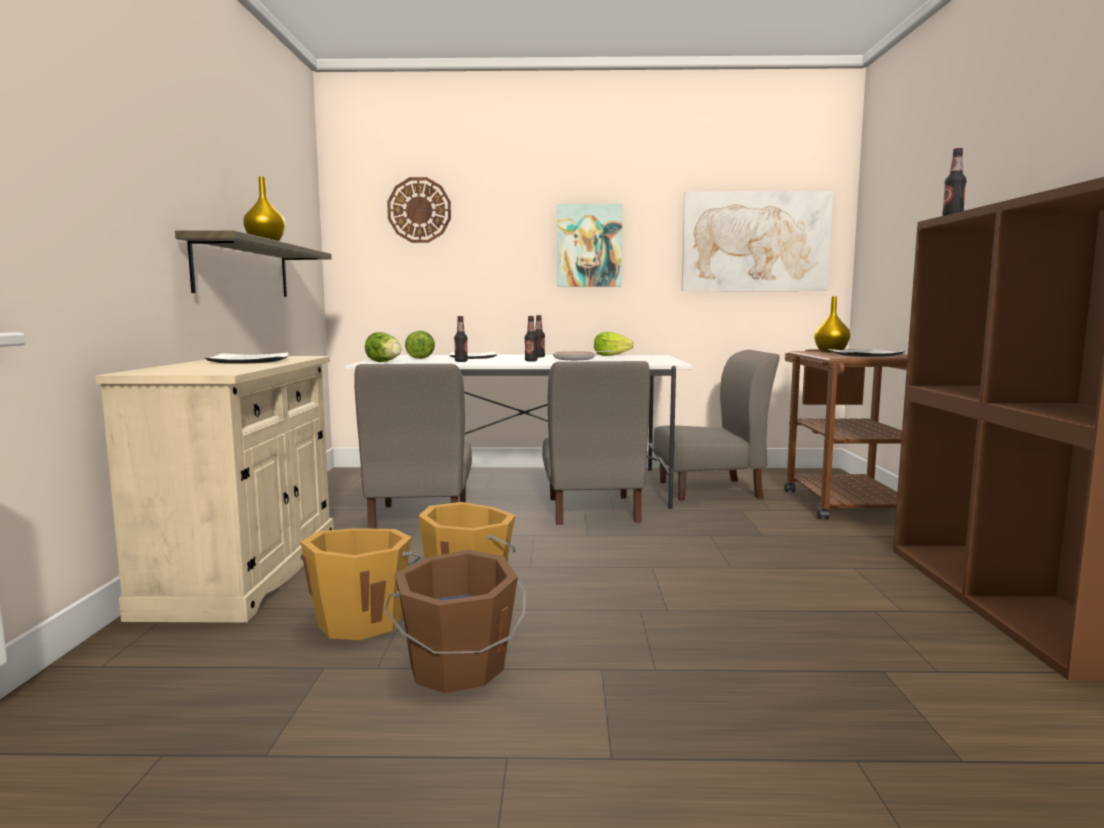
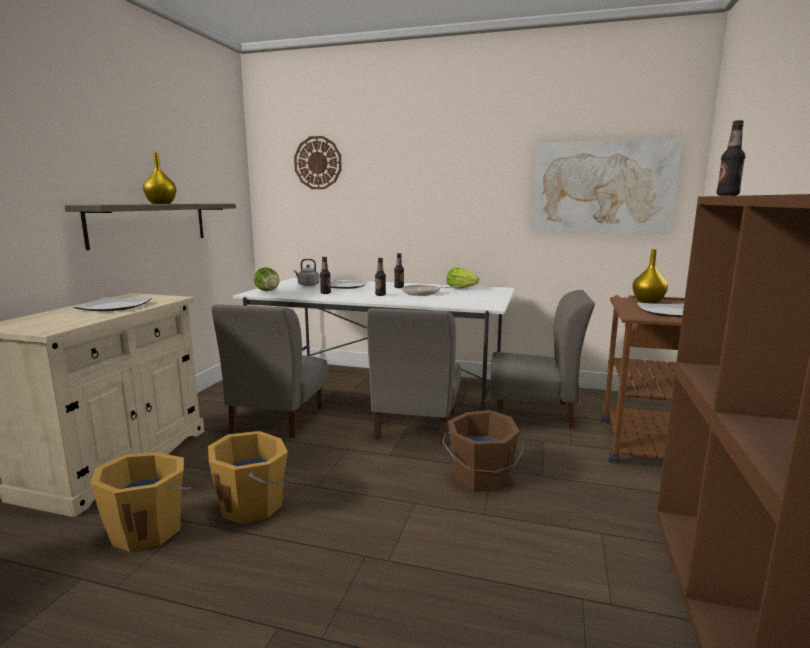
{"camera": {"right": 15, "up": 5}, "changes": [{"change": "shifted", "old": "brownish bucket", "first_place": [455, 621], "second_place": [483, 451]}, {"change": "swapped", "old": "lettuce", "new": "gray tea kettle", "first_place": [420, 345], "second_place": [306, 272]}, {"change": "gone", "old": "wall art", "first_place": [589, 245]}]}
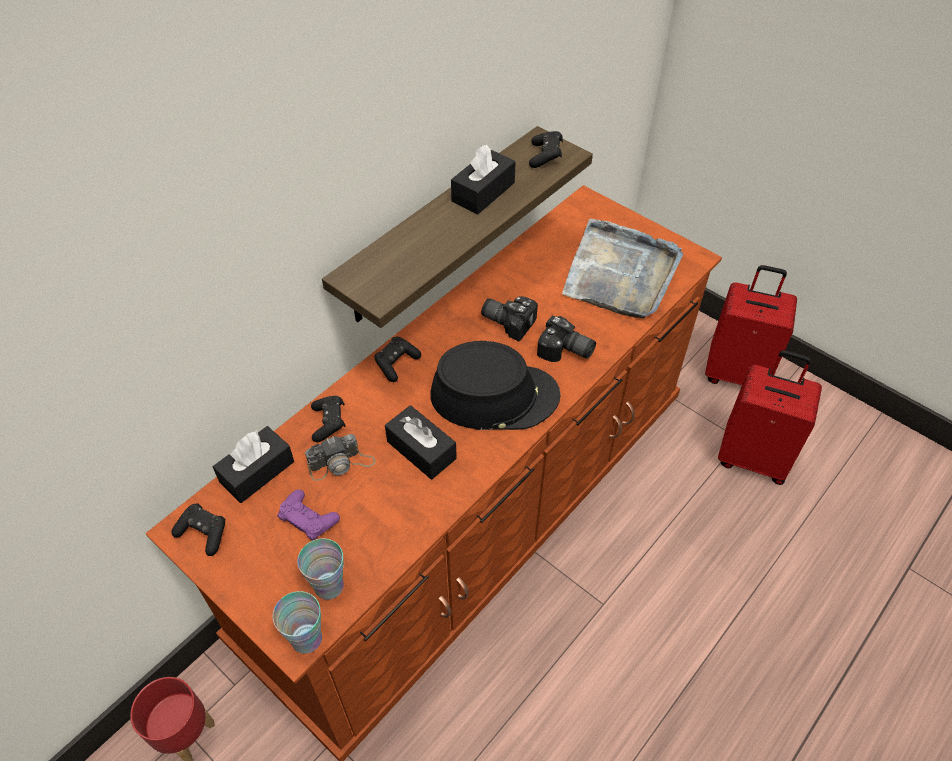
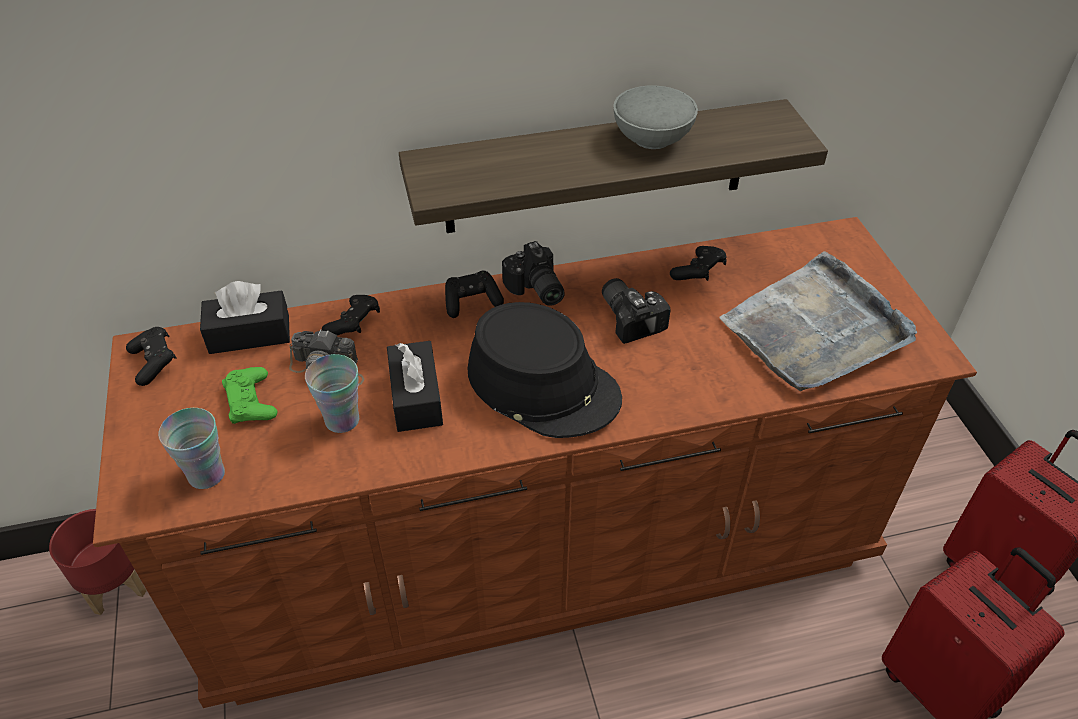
{"camera": {"right": 35, "up": -5}, "changes": [{"change": "shifted", "old": "small cup", "first_place": [297, 622], "second_place": [332, 393]}, {"change": "repainted", "old": "purplish joypad", "new": "green joypad", "first_place": [308, 515], "second_place": [250, 395]}, {"change": "swapped", "old": "black box of tissues", "new": "gray deep dish", "first_place": [483, 179], "second_place": [655, 117]}, {"change": "shifted", "old": "black joypad", "first_place": [546, 149], "second_place": [698, 263]}, {"change": "shifted", "old": "photo camera", "first_place": [566, 339], "second_place": [533, 273]}]}
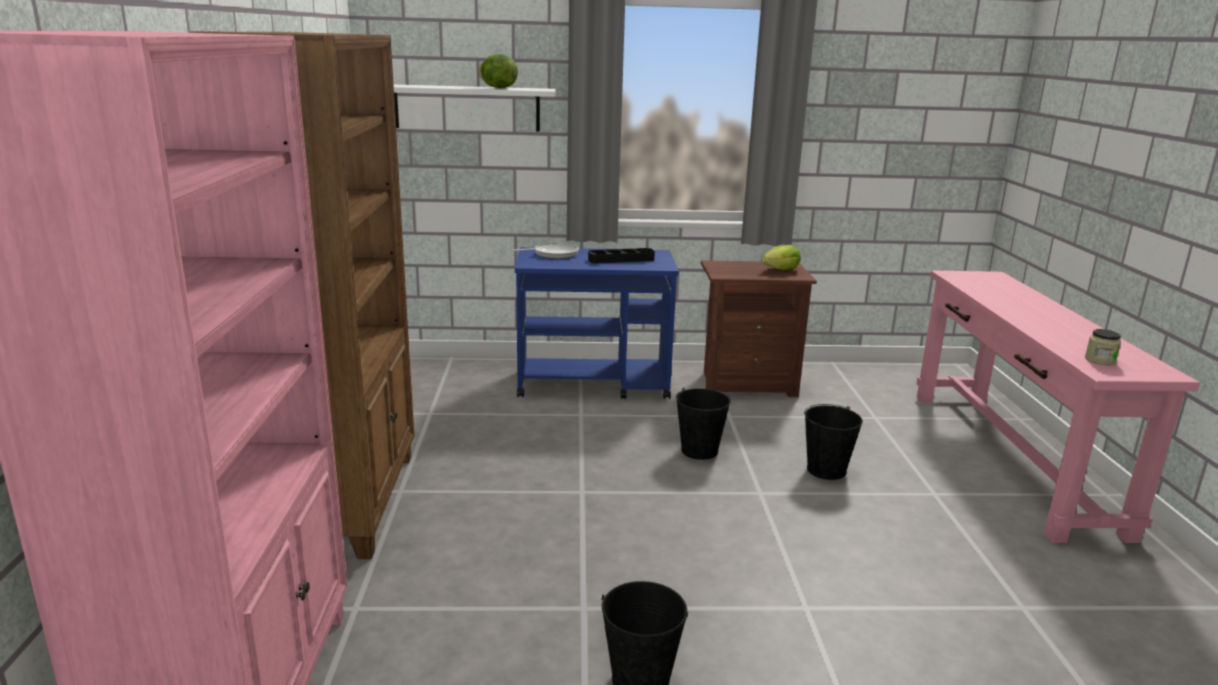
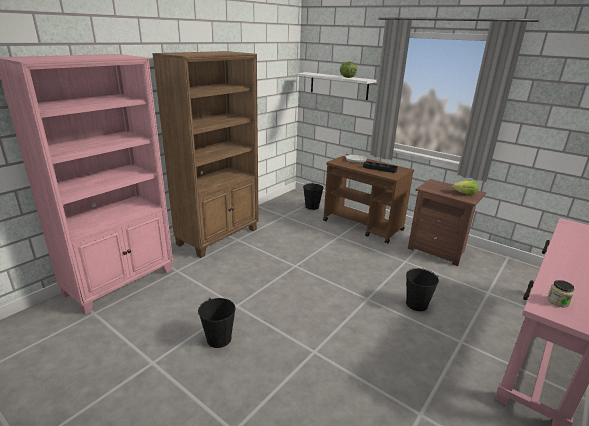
{"camera": {"right": 40, "up": 5}, "changes": [{"change": "repainted", "old": "bluish wheeled cart", "new": "brownish wheeled cart", "first_place": [597, 323], "second_place": [368, 199]}, {"change": "shifted", "old": "black bucket", "first_place": [703, 424], "second_place": [313, 196]}]}
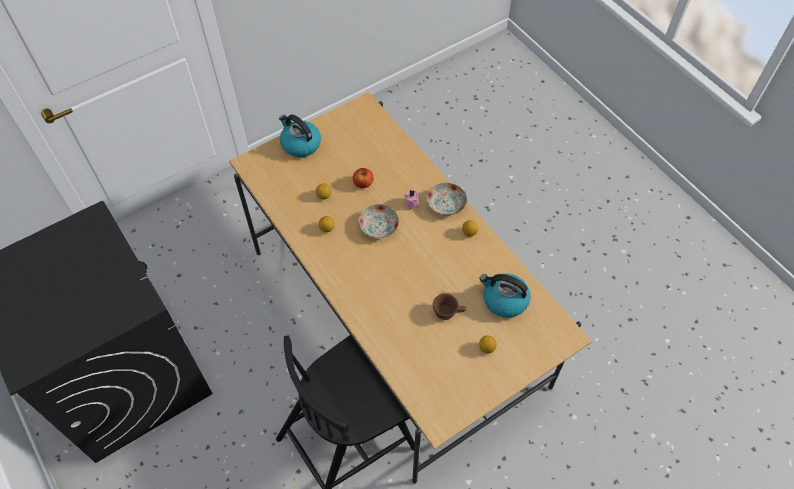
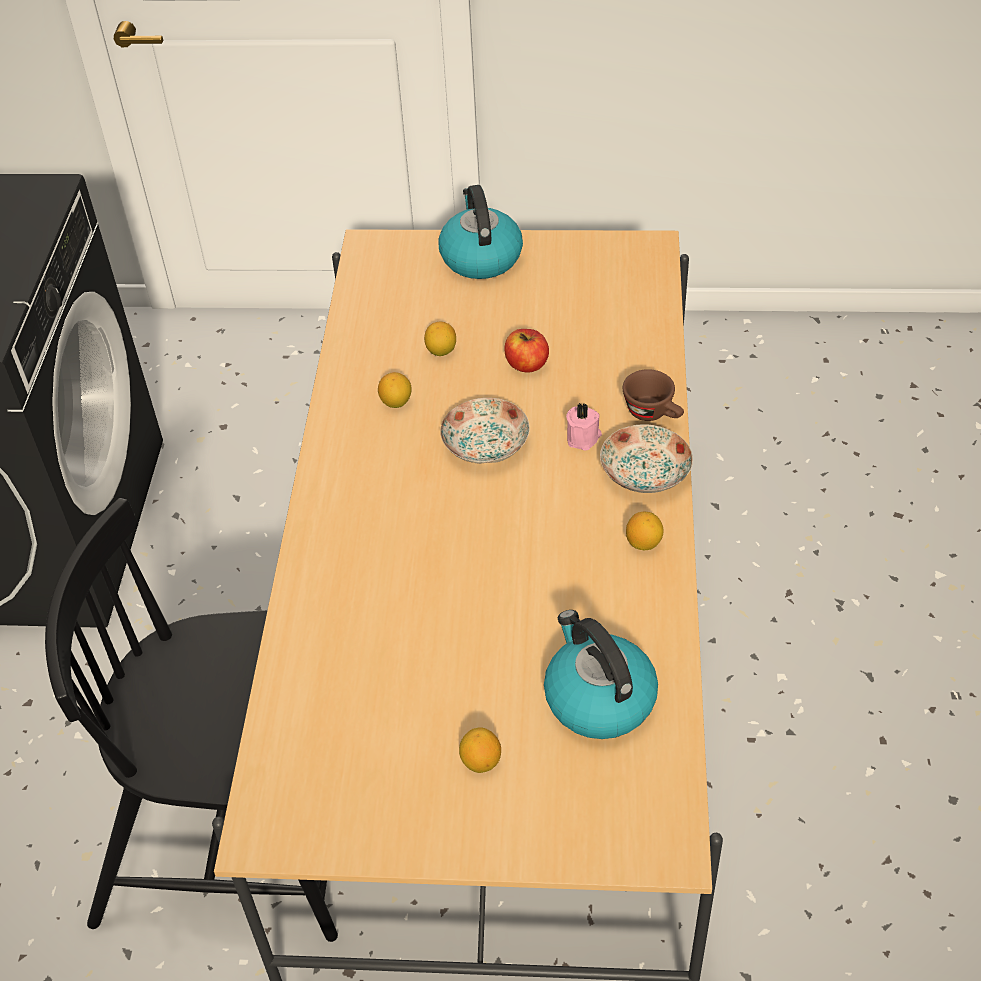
{"camera": {"right": 40, "up": -10}, "changes": [{"change": "shifted", "old": "brownish small cup", "first_place": [449, 307], "second_place": [653, 395]}]}
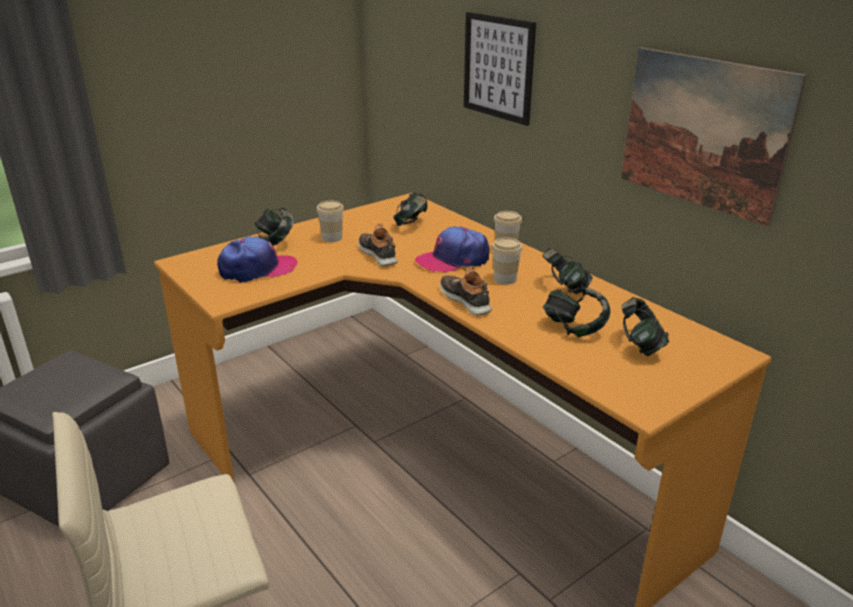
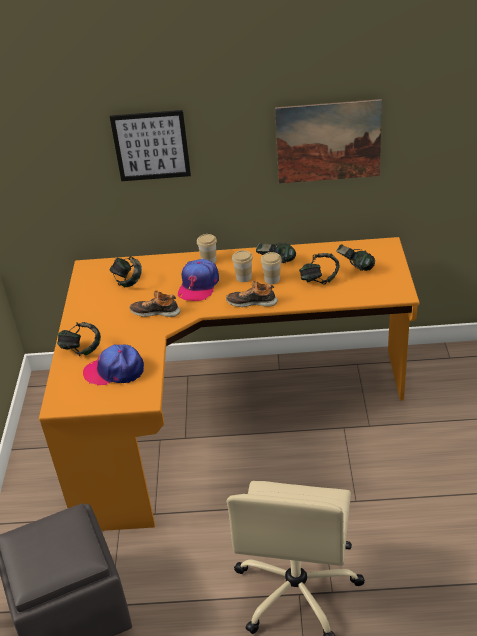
{"camera": {"right": -50, "up": 10}, "changes": [{"change": "rotated", "old": "peaked cap", "first_place": [257, 259], "second_place": [113, 365], "degrees": -105}, {"change": "shifted", "old": "small cup", "first_place": [330, 221], "second_place": [271, 268]}]}
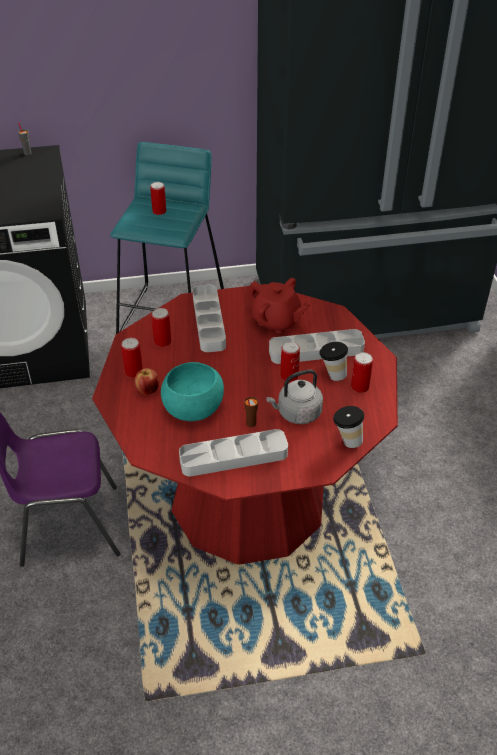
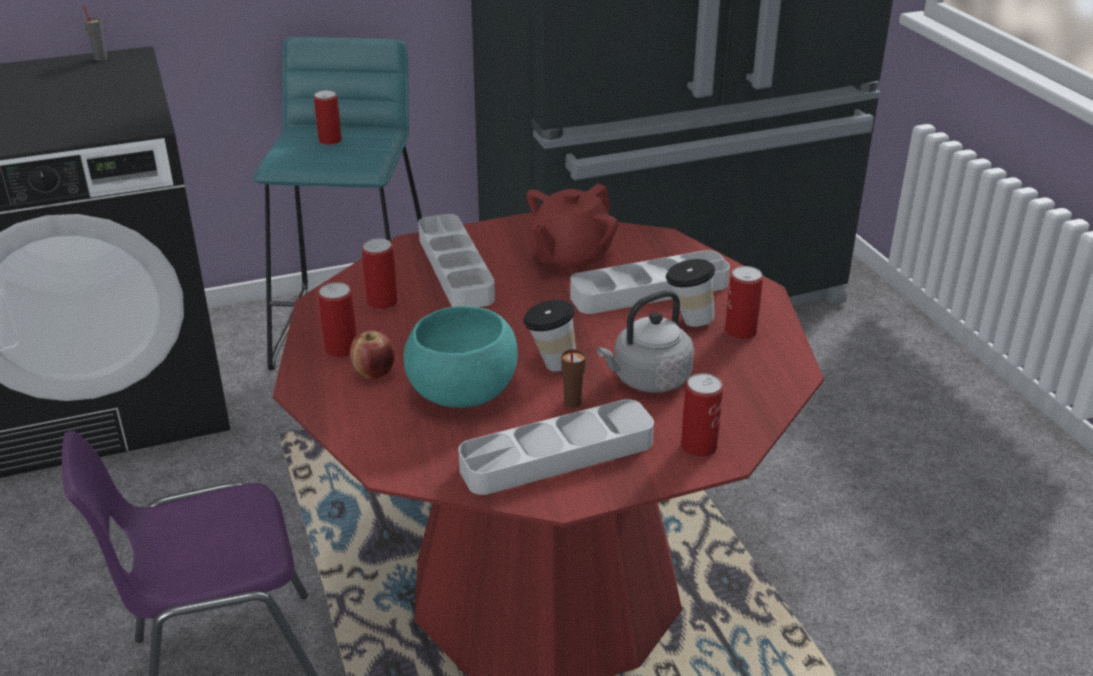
{"camera": {"right": -10, "up": -10}, "changes": [{"change": "rotated", "old": "red teapot", "first_place": [278, 306], "second_place": [572, 229], "degrees": 105}, {"change": "shifted", "old": "can", "first_place": [290, 362], "second_place": [702, 415]}, {"change": "shifted", "old": "small cup", "first_place": [348, 427], "second_place": [549, 336]}]}
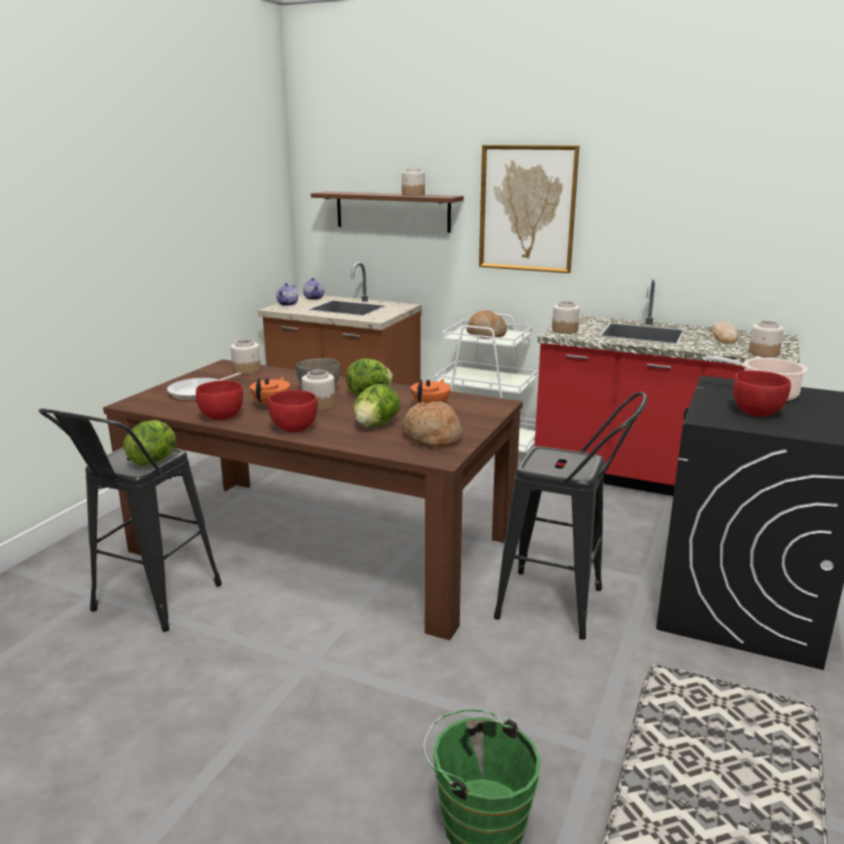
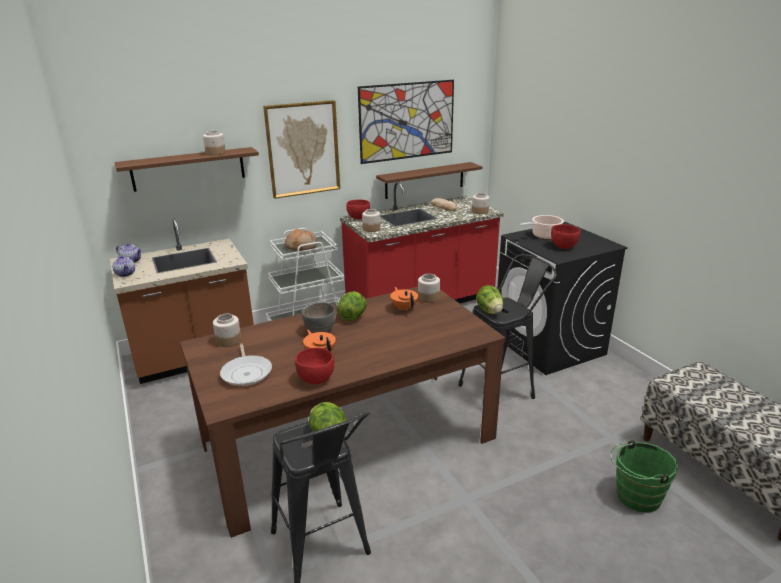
{"camera": {"right": -50, "up": 5}, "changes": [{"change": "shifted", "old": "red deep dish", "first_place": [293, 411], "second_place": [358, 209]}, {"change": "shifted", "old": "jar", "first_place": [318, 390], "second_place": [429, 288]}, {"change": "shifted", "old": "lettuce", "first_place": [377, 405], "second_place": [489, 299]}, {"change": "gone", "old": "baked bread", "first_place": [432, 424]}, {"change": "new", "new": "wall art", "second_place": [406, 122]}, {"change": "new", "new": "brownish bracket shelf", "second_place": [429, 180]}]}
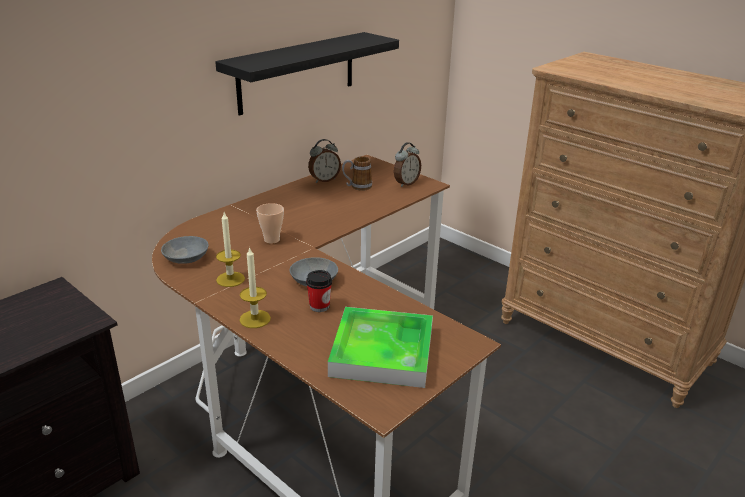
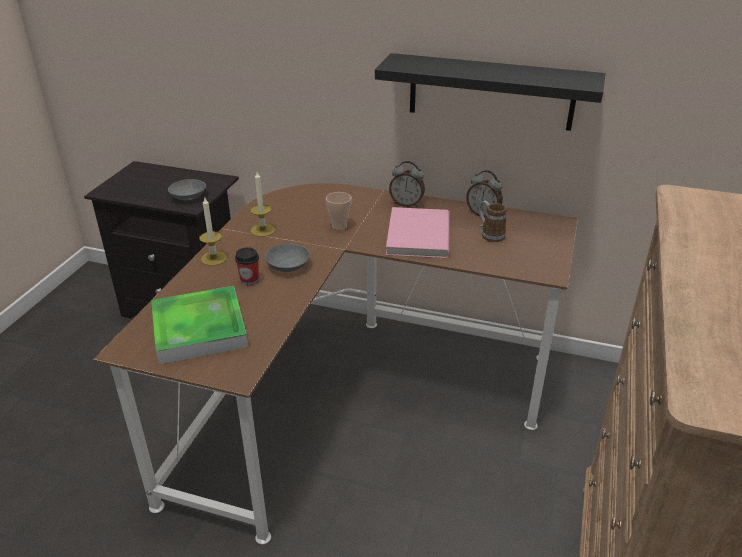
{"camera": {"right": 65, "up": 5}, "changes": [{"change": "shifted", "old": "gray deep dish", "first_place": [185, 250], "second_place": [187, 190]}, {"change": "shifted", "old": "alarm clock", "first_place": [407, 164], "second_place": [407, 184]}, {"change": "new", "new": "pink book", "second_place": [417, 232]}]}
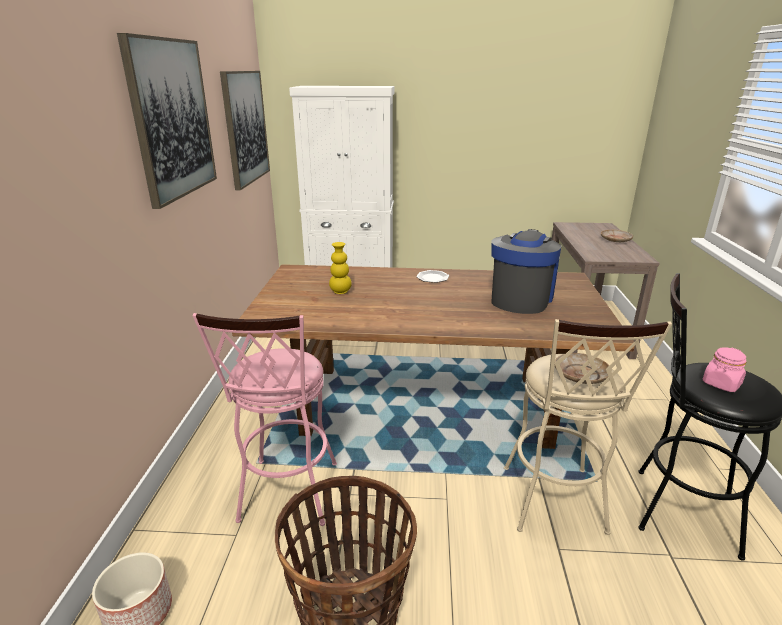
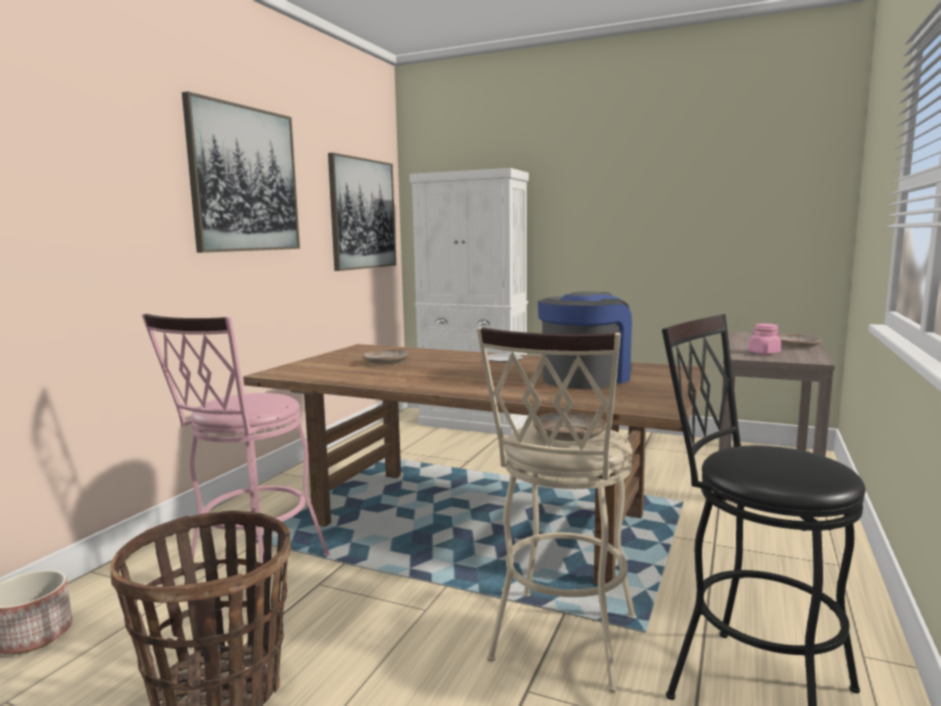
{"camera": {"right": 20, "up": -15}, "changes": [{"change": "swapped", "old": "yellowish decorative vase", "new": "sand-coloured dinner plate", "first_place": [340, 268], "second_place": [385, 356]}, {"change": "shifted", "old": "pink jar", "first_place": [725, 369], "second_place": [765, 339]}]}
